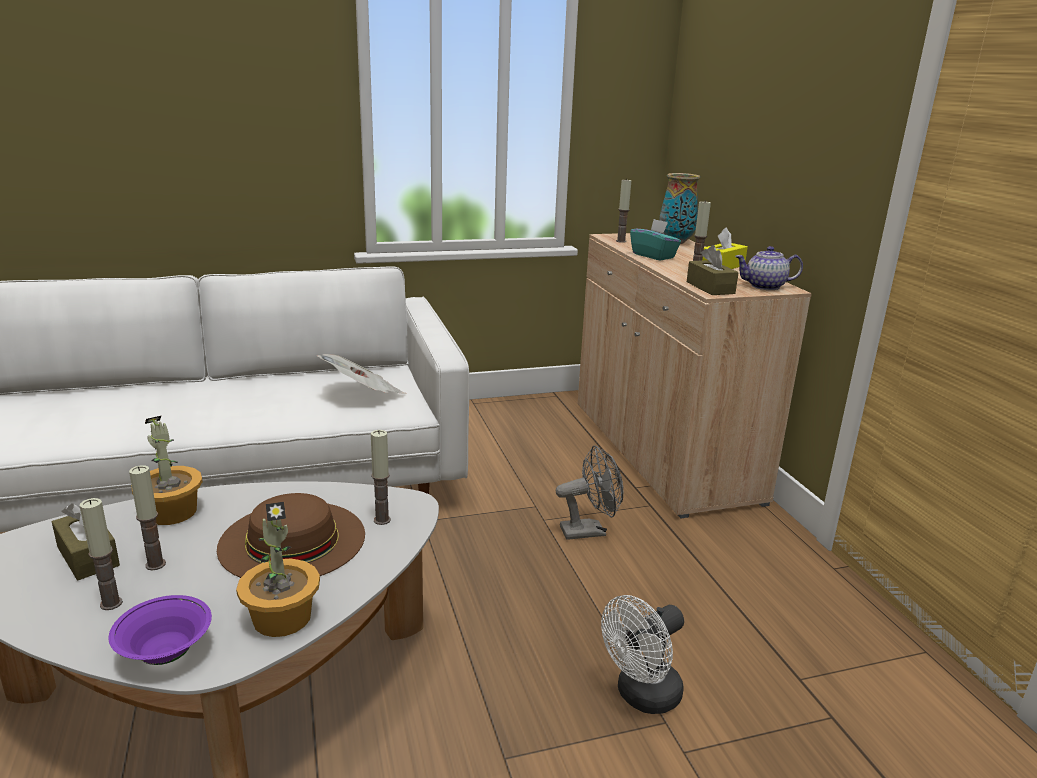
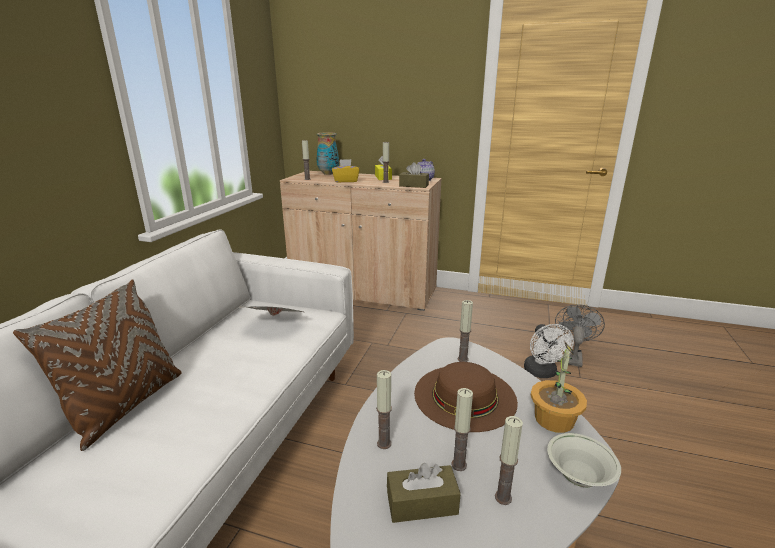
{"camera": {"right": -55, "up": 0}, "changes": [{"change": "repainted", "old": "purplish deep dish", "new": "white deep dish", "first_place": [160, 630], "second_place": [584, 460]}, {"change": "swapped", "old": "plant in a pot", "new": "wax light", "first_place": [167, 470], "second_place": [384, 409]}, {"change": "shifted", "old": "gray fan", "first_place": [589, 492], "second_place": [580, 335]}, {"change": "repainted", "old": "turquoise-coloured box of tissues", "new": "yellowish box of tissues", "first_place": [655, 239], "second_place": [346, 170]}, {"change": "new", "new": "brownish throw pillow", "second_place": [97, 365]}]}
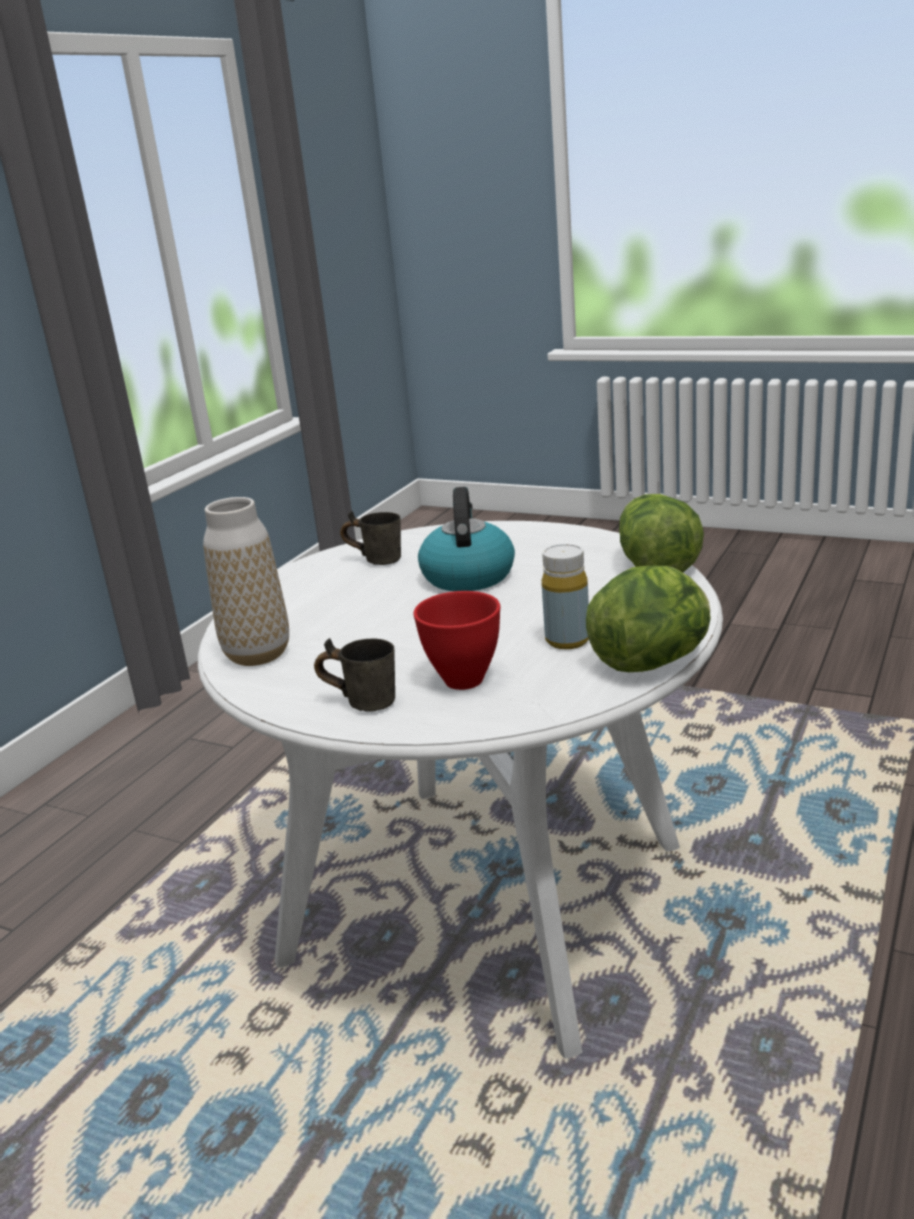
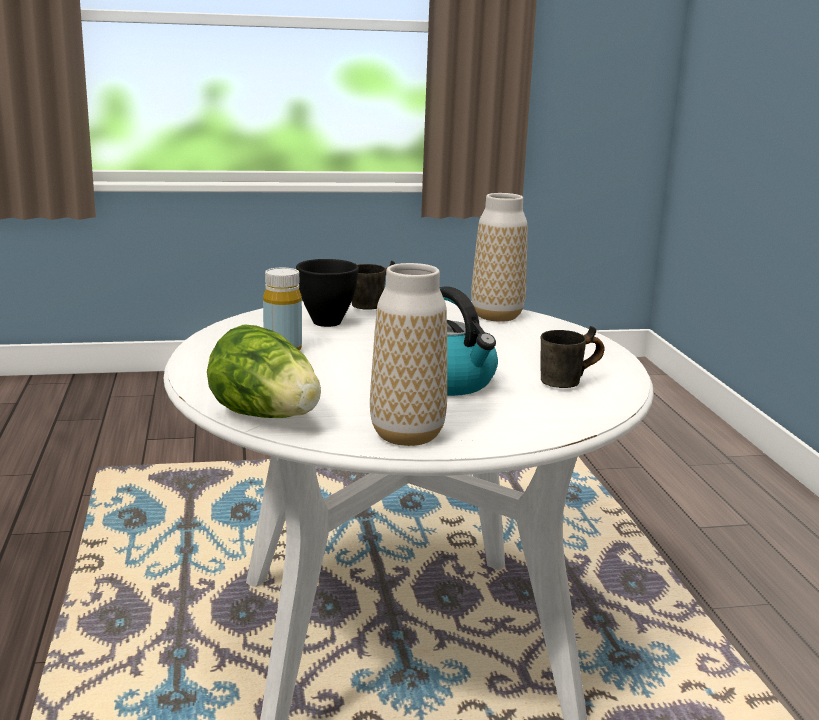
{"camera": {"right": 140, "up": -5}, "changes": [{"change": "repainted", "old": "red deep dish", "new": "black deep dish", "first_place": [456, 640], "second_place": [327, 293]}, {"change": "gone", "old": "lettuce", "first_place": [648, 619]}, {"change": "new", "new": "decorative vase", "second_place": [408, 354]}]}
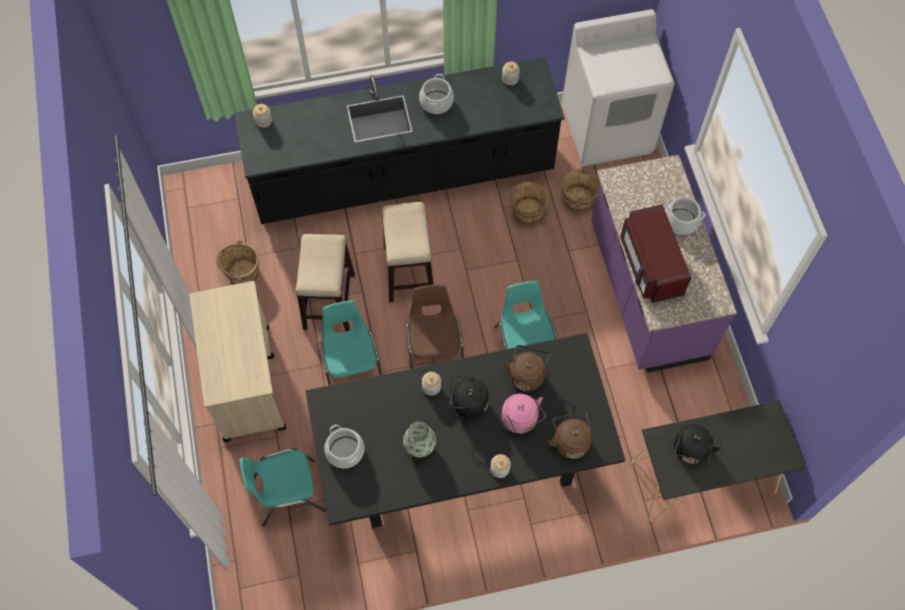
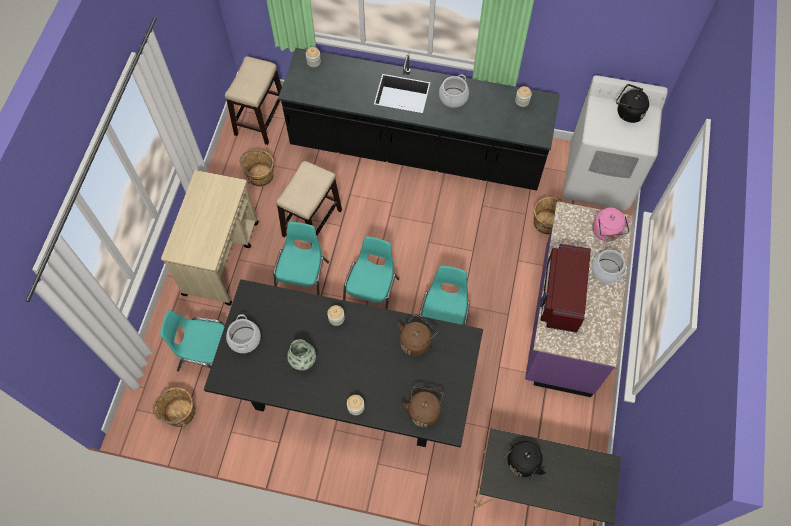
{"camera": {"right": 25, "up": 0}, "changes": [{"change": "shifted", "old": "stool", "first_place": [408, 252], "second_place": [253, 100]}, {"change": "repainted", "old": "brownish upright chair", "new": "turquoise-coloured upright chair", "first_place": [435, 327], "second_place": [371, 272]}, {"change": "shifted", "old": "black tea kettle", "first_place": [468, 398], "second_place": [632, 103]}, {"change": "shifted", "old": "pink tea kettle", "first_place": [524, 413], "second_place": [612, 225]}, {"change": "shifted", "old": "brownish bucket", "first_place": [529, 203], "second_place": [174, 407]}]}
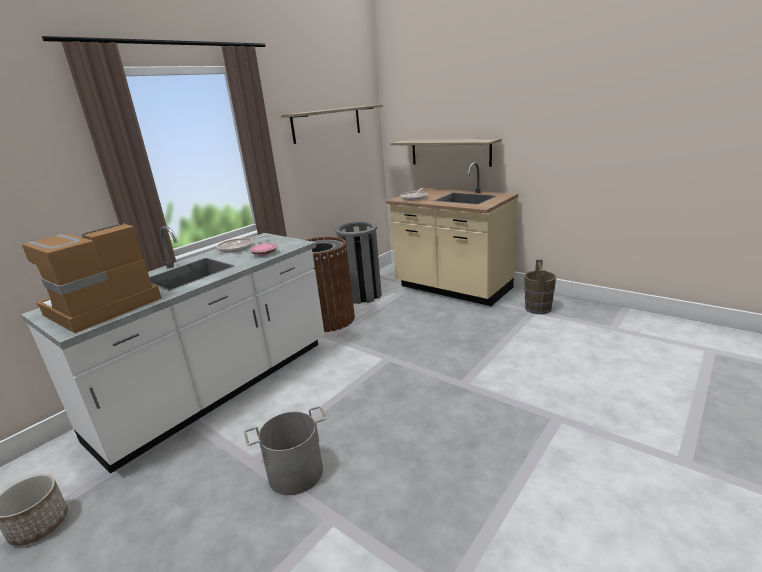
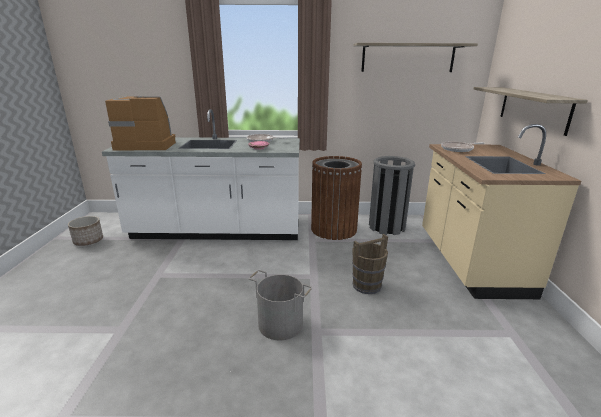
{"camera": {"right": 50, "up": 0}, "changes": [{"change": "shifted", "old": "gray bucket", "first_place": [285, 450], "second_place": [280, 305]}, {"change": "shifted", "old": "brownish bucket", "first_place": [540, 287], "second_place": [370, 264]}]}
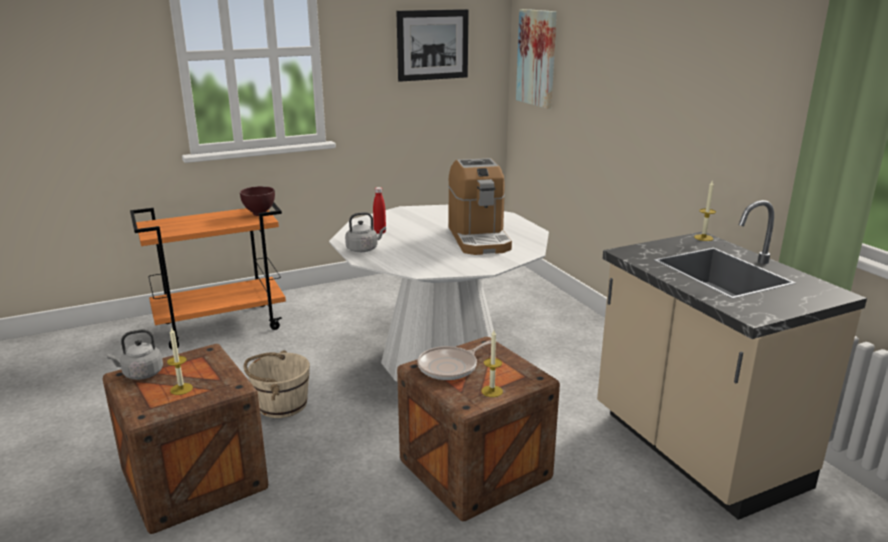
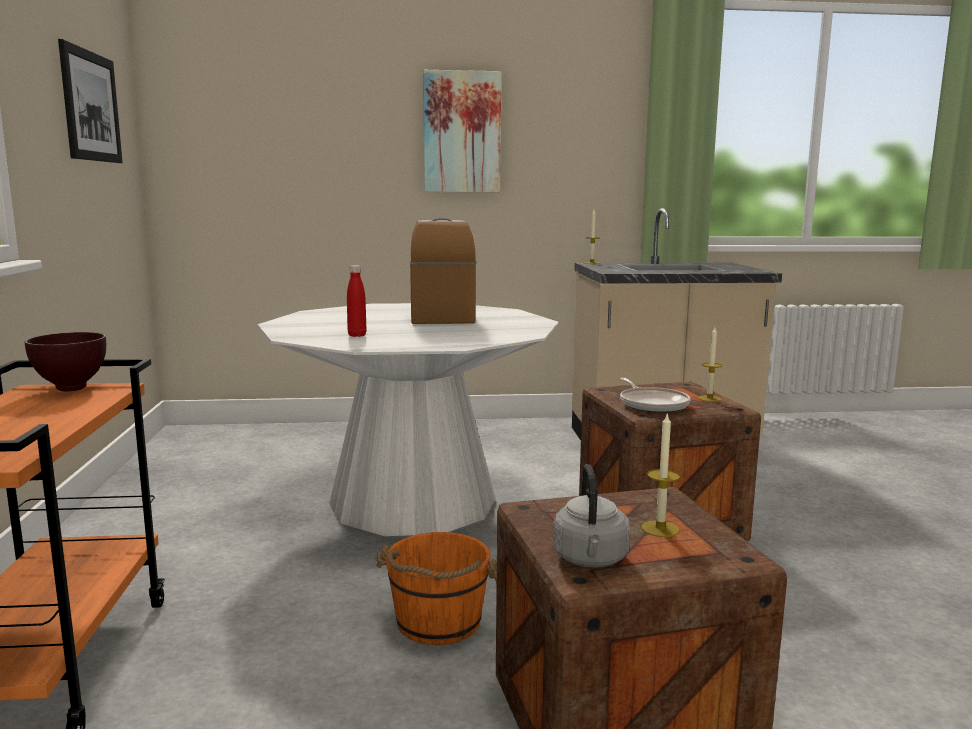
{"camera": {"right": -70, "up": -10}, "changes": [{"change": "repainted", "old": "sand-coloured bucket", "new": "orange-coloured bucket", "first_place": [277, 384], "second_place": [436, 588]}, {"change": "gone", "old": "gray tea kettle", "first_place": [365, 232]}, {"change": "rotated", "old": "coffee machine", "first_place": [480, 206], "second_place": [443, 271], "degrees": -105}, {"change": "shifted", "old": "wall art", "first_place": [536, 59], "second_place": [462, 131]}]}
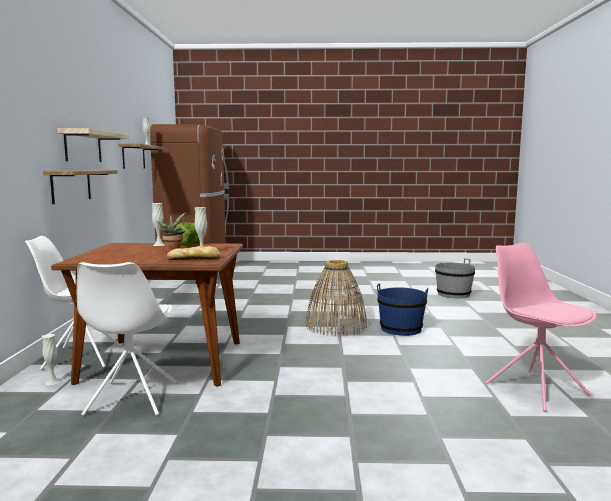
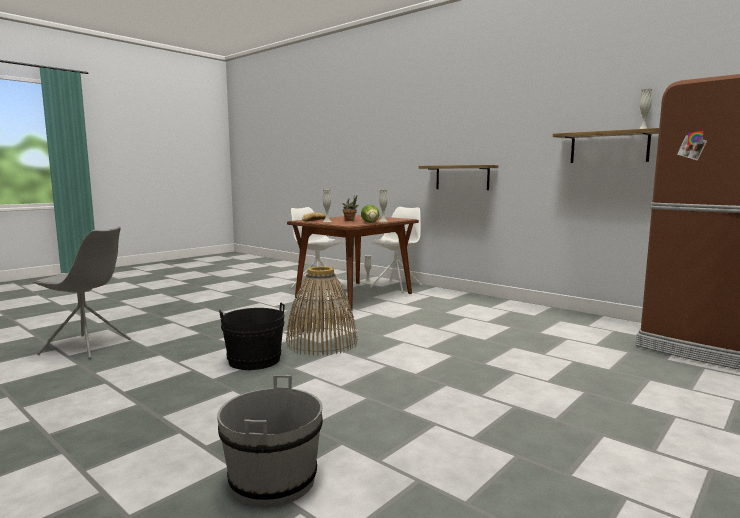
{"camera": {"right": 130, "up": 0}, "changes": [{"change": "gone", "old": "bracket shelf", "first_place": [93, 145]}, {"change": "repainted", "old": "bluish bucket", "new": "black bucket", "first_place": [402, 310], "second_place": [252, 336]}, {"change": "repainted", "old": "pink upright chair", "new": "gray upright chair", "first_place": [541, 327], "second_place": [81, 292]}]}
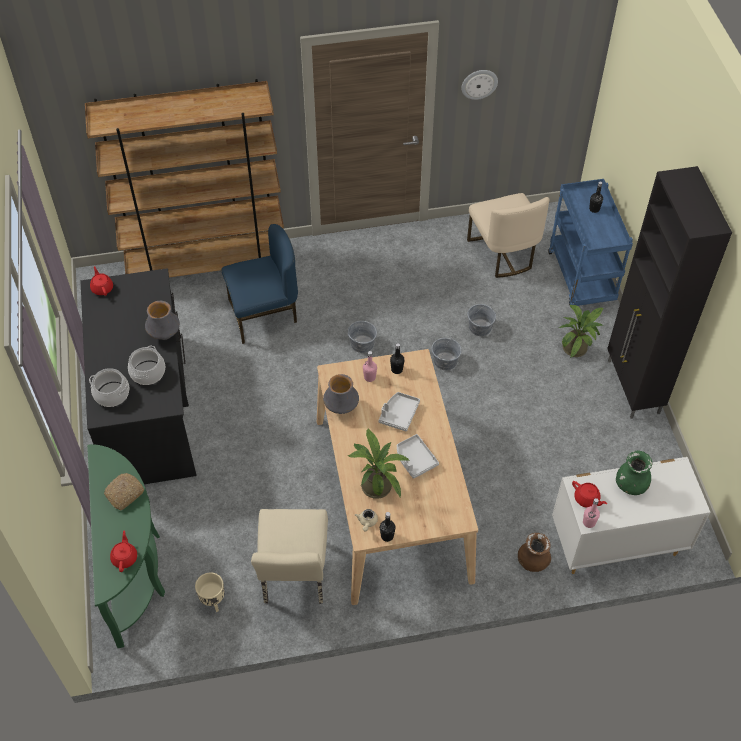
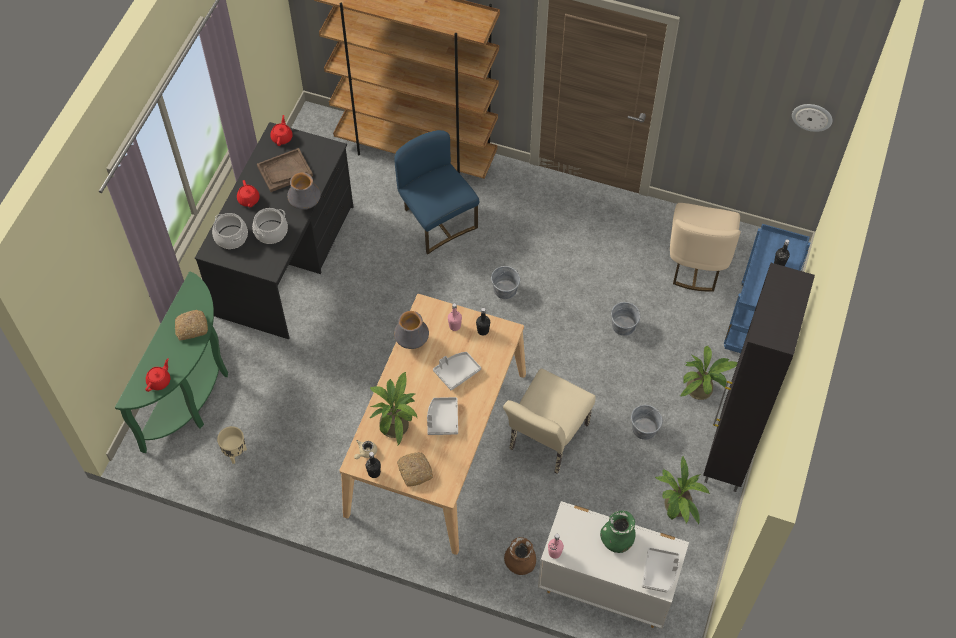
{"camera": {"right": 30, "up": 5}, "changes": [{"change": "rotated", "old": "bluish upright chair", "first_place": [260, 284], "second_place": [436, 192], "degrees": -135}, {"change": "shifted", "old": "sand-coloured upright chair", "first_place": [289, 556], "second_place": [549, 421]}, {"change": "shifted", "old": "gray bucket", "first_place": [447, 354], "second_place": [646, 422]}, {"change": "shifted", "old": "clock on the wall", "first_place": [479, 85], "second_place": [812, 118]}, {"change": "shifted", "old": "red teapot", "first_place": [589, 494], "second_place": [248, 193]}, {"change": "new", "new": "brownish carrying tray", "second_place": [285, 170]}, {"change": "new", "new": "baked bread", "second_place": [415, 469]}, {"change": "new", "new": "gray carrying tray", "second_place": [661, 570]}, {"change": "new", "new": "plant in a pot", "second_place": [682, 490]}]}
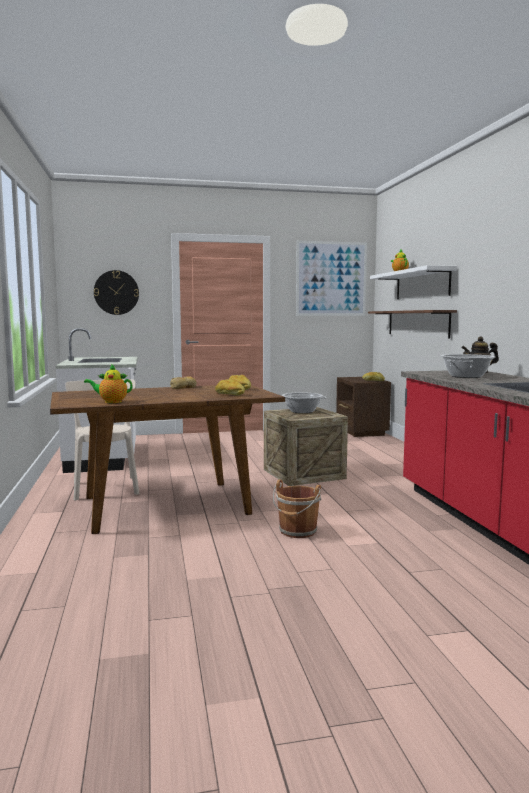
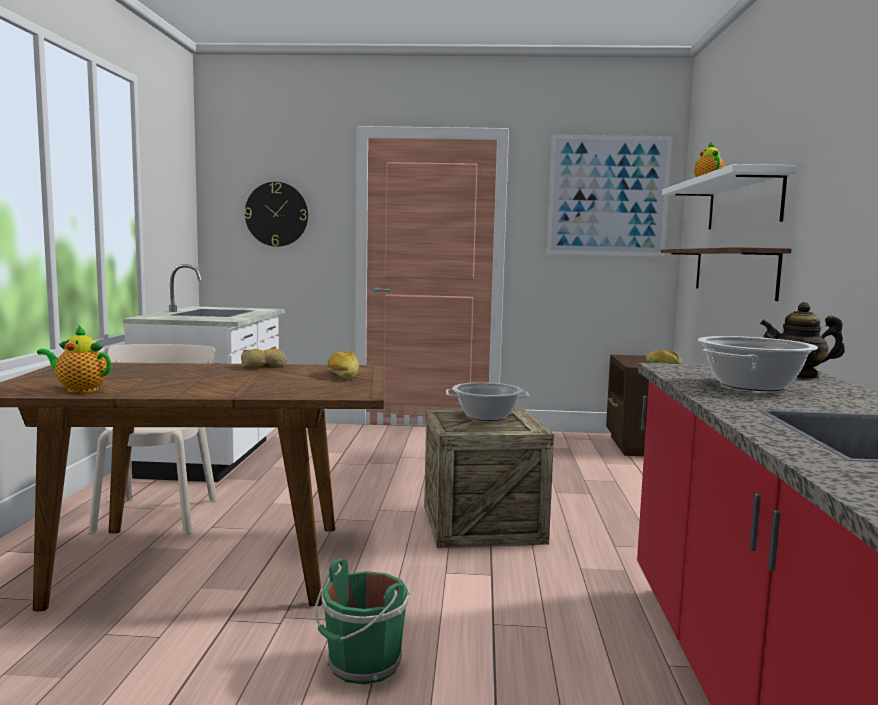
{"camera": {"right": 15, "up": 0}, "changes": [{"change": "gone", "old": "baked bread", "first_place": [230, 387]}, {"change": "repainted", "old": "brownish bucket", "new": "green bucket", "first_place": [297, 509], "second_place": [362, 621]}]}
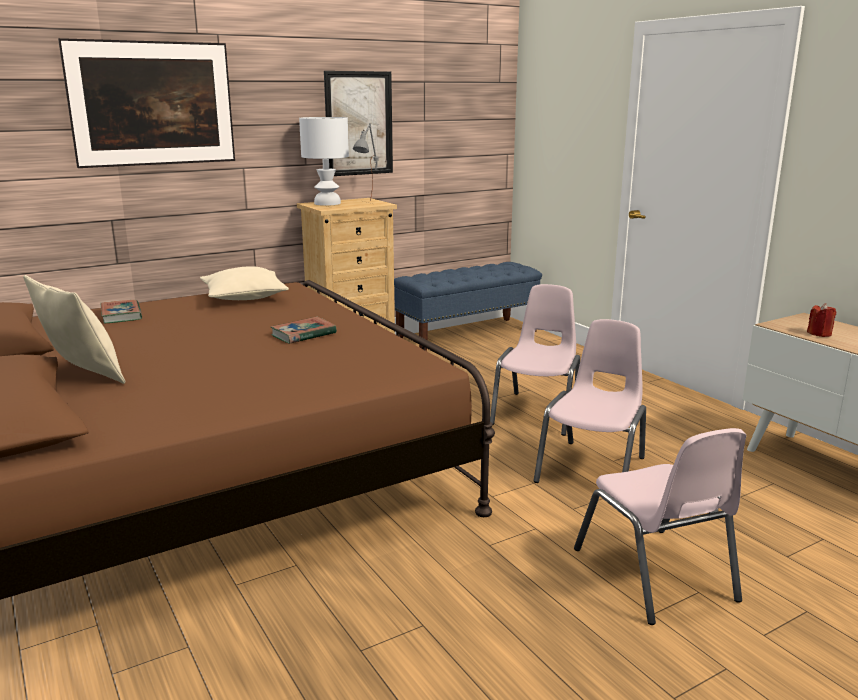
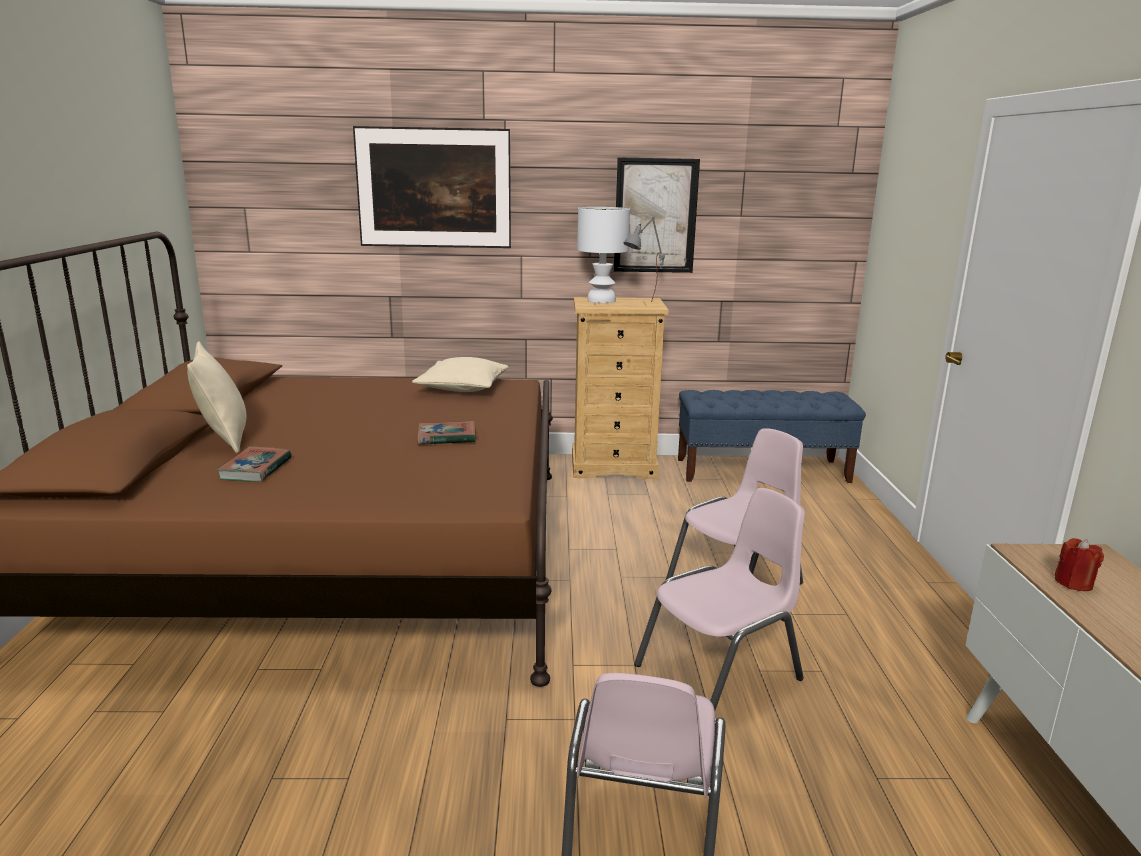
{"camera": {"right": 30, "up": 0}, "changes": [{"change": "shifted", "old": "book", "first_place": [121, 312], "second_place": [254, 464]}]}
